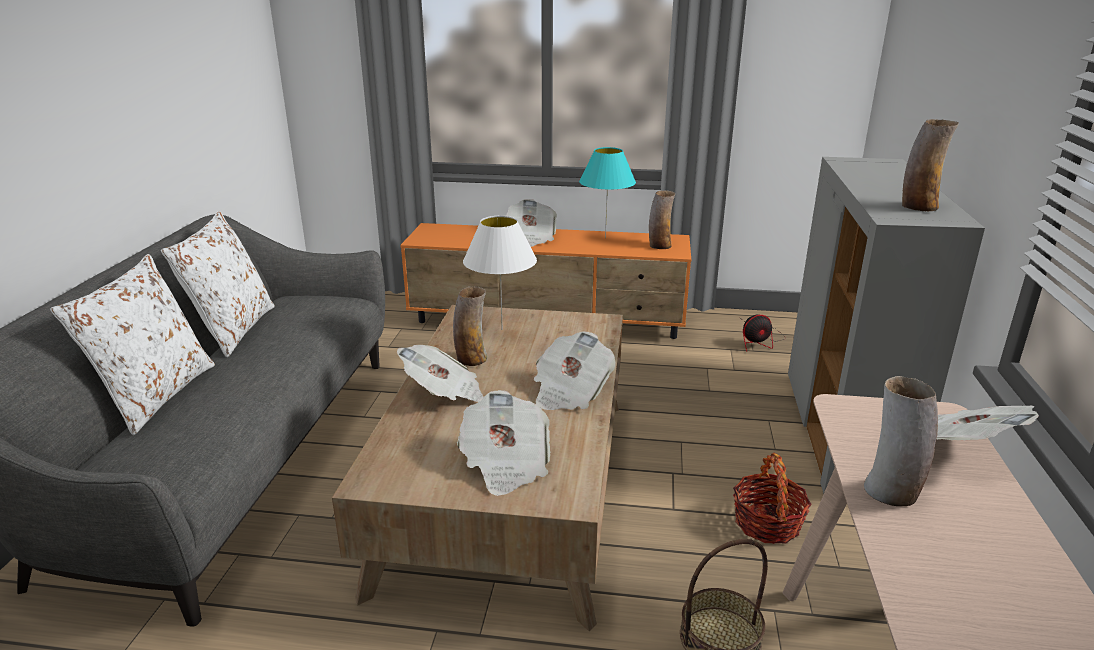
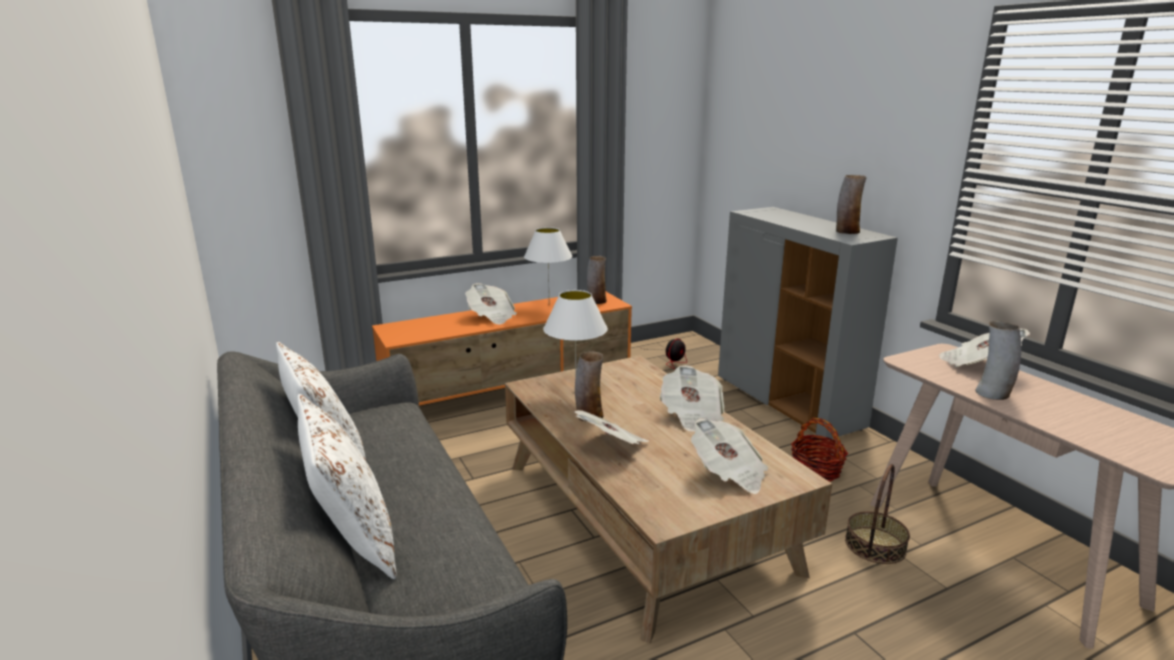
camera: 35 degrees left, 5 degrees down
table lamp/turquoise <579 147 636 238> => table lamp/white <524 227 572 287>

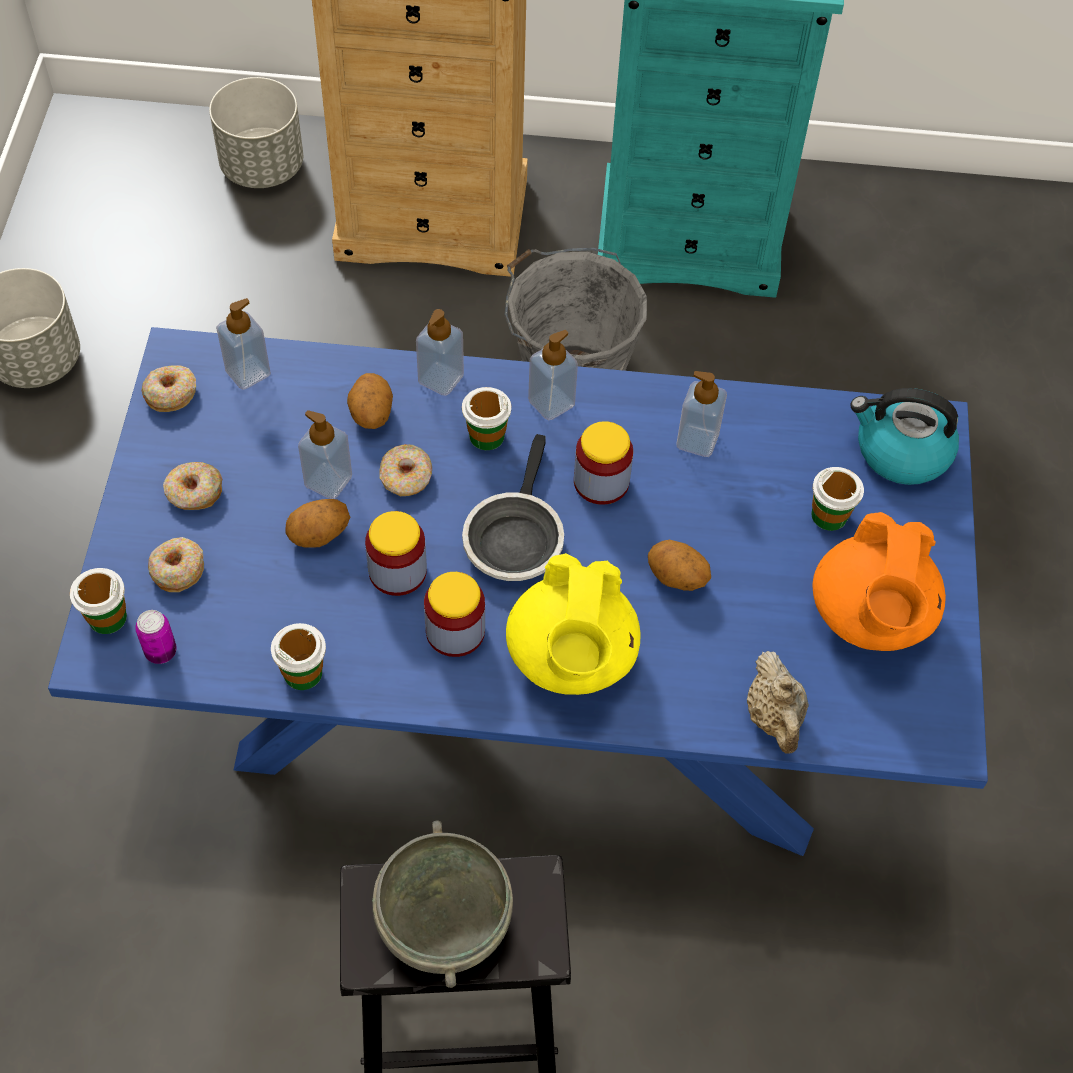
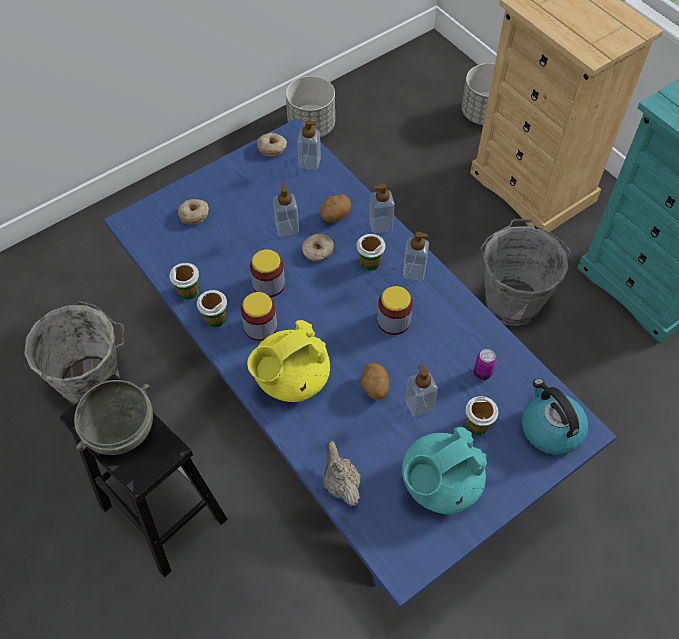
camera: 50 degrees right, 0 degrees up
nothing => bucket/grey <24 301 126 405>
cup <70 568 127 634> => cup <197 290 227 328>, move
teapot/beige <747 651 809 754> => teapot/beige <323 441 361 507>, 120 degrees clockwise
teapot/orange <813 512 946 651> => teapot/turquoise <402 427 487 514>
soap dispenser <676 371 727 457> => soap dispenser <405 364 438 417>, move
can <135 610 177 664> => can <474 349 496 380>, move
donut <163 462 222 510> => nothing
potato <285 499 350 548> => nothing
frying pan <462 434 564 581> => nothing

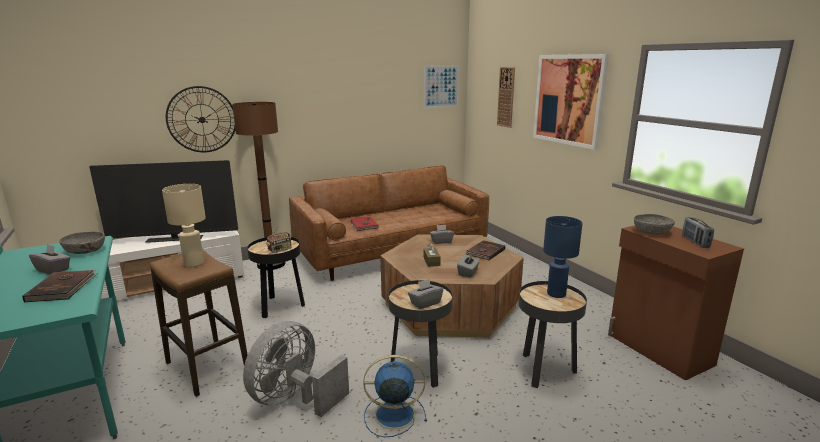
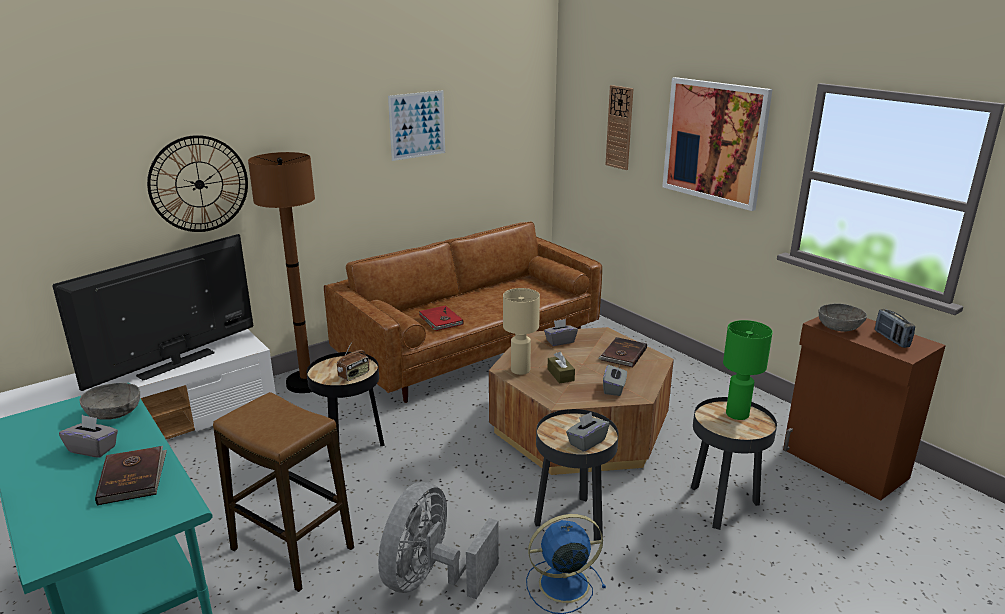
camera: 10 degrees left, 5 degrees up
television <89 160 238 243> => television <52 234 253 391>, 150 degrees clockwise
picture <424 65 459 108> => picture <388 90 445 161>, move
table lamp/beige <162 184 206 267> => table lamp/beige <503 288 540 375>, move
table lamp/blue <543 216 583 298> => table lamp/green <723 320 773 420>

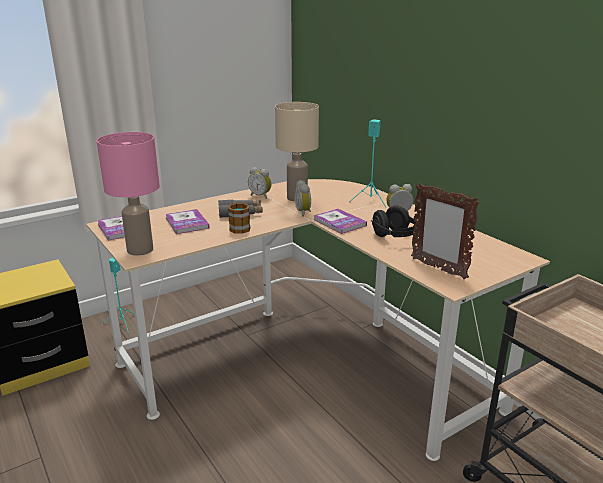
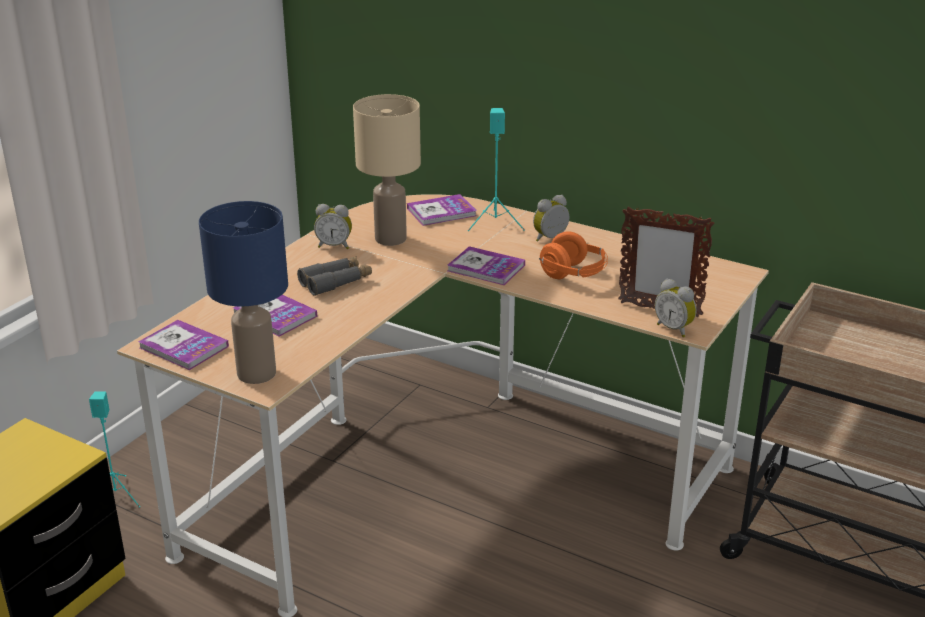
camera: 25 degrees left, 5 degrees up
table lamp/pink <97 132 160 256> => table lamp/blue <199 201 288 384>
nothing => book <407 194 477 226>
headphones/black <371 205 418 237> => headphones/orange <539 231 608 279>
alarm clock <294 180 311 217> => alarm clock <655 279 697 338>, move
mug <228 203 250 234> => nothing

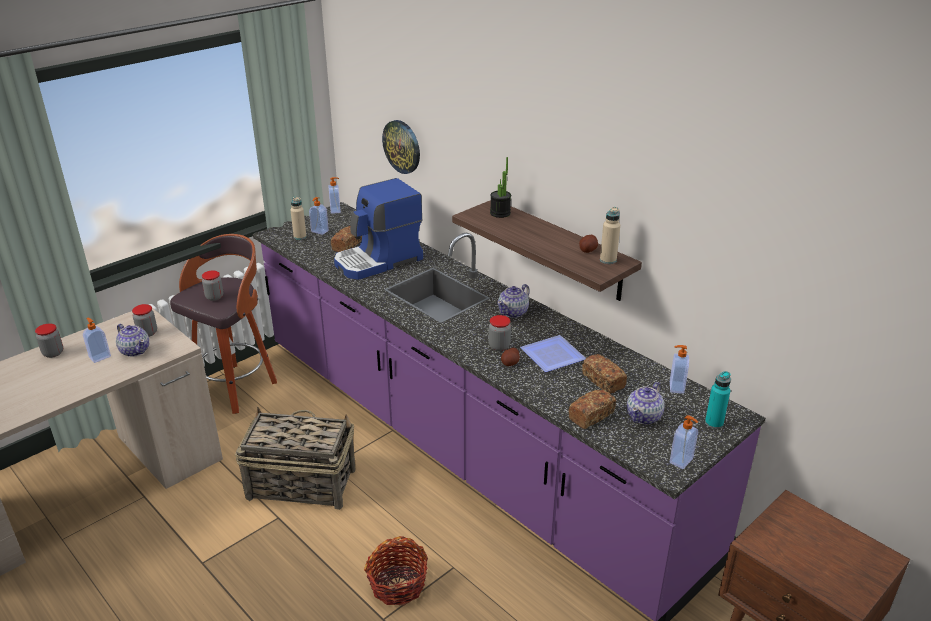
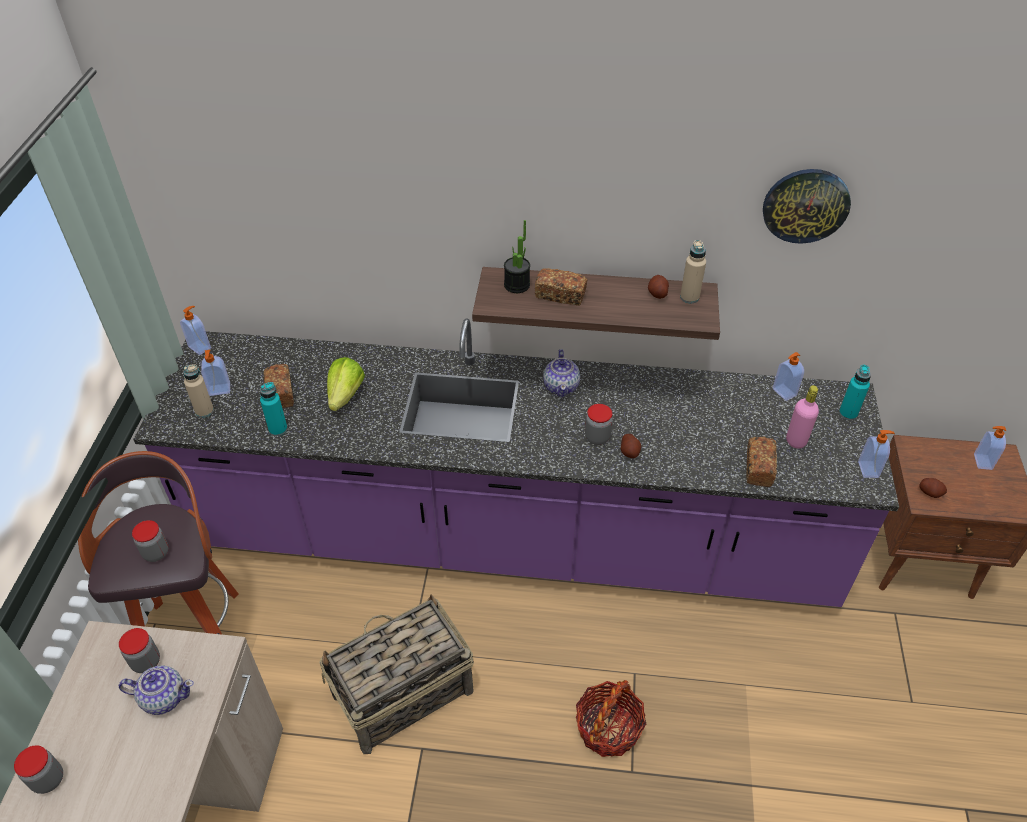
camera: 40 degrees left, 15 degrees up
nothing => bottle/turquoise <260 382 288 436>
coffee machine <334 178 423 280> => lettuce <327 357 365 411>
bread <582 354 627 394> => bread <535 268 587 306>, move
wall clock <382 120 420 174> => wall clock <763 169 851 244>, move
teapot <627 382 664 425> => bottle/pink <786 385 819 449>
nothing => potato <919 478 947 498>
soap dispenser <83 318 111 363> => soap dispenser <974 426 1006 470>, move
plate <520 335 585 372> => nothing

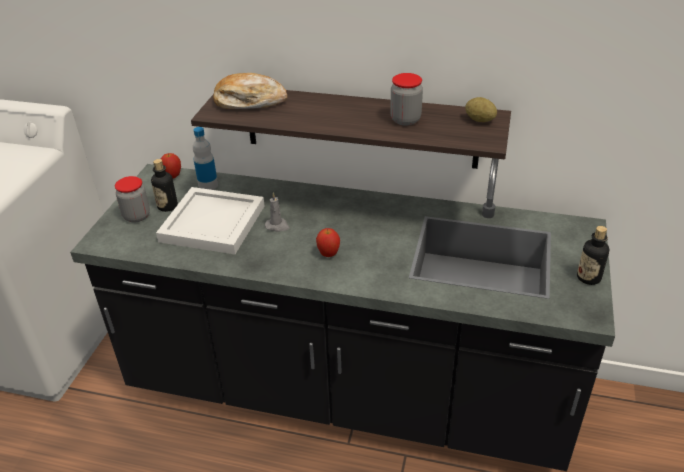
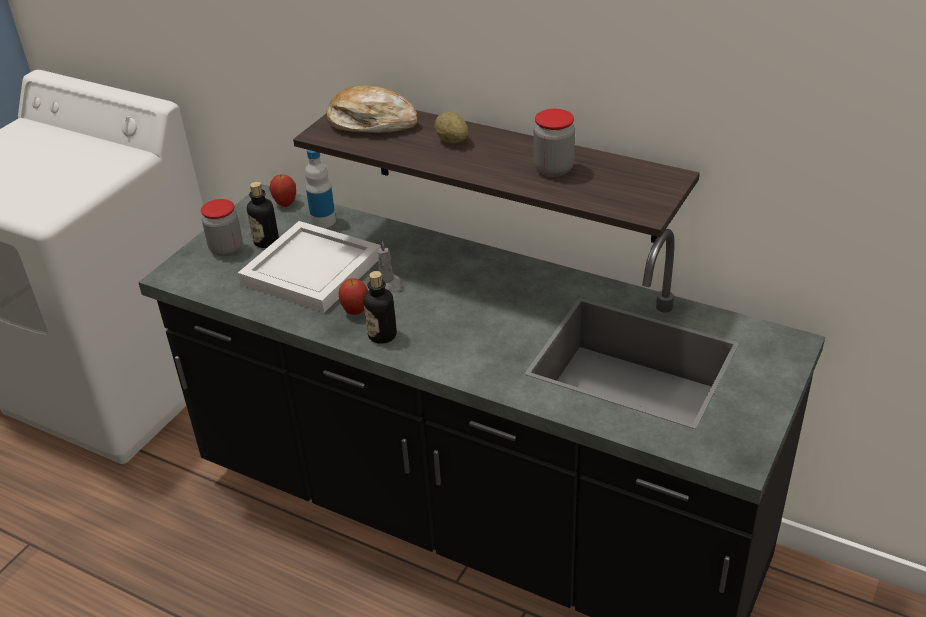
camera: 15 degrees right, 0 degrees up
apple <316 228 340 257> => apple <338 278 368 315>, move
bottle <577 226 610 285> => bottle <363 271 397 344>, move
potato <465 97 497 122> => potato <435 112 468 143>, move

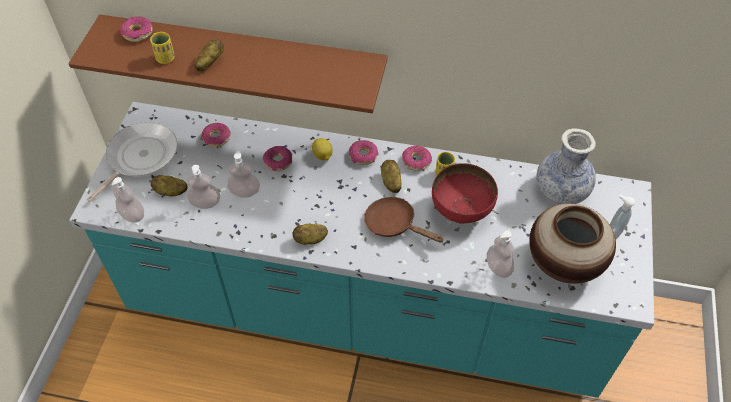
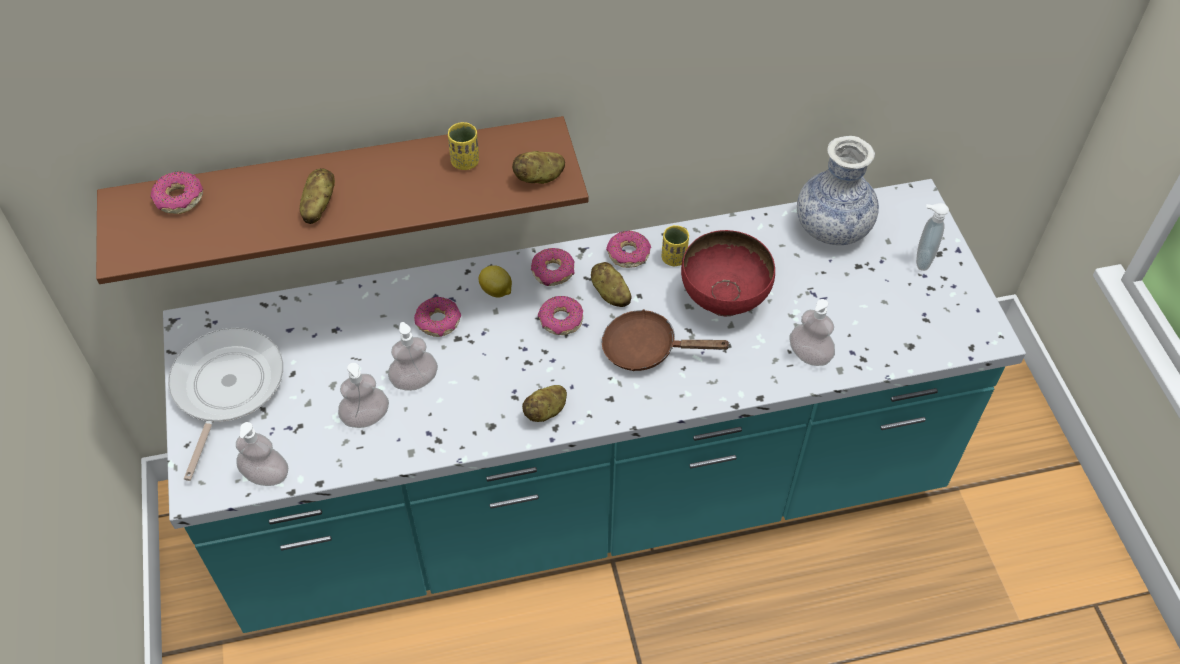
camera: 25 degrees left, 0 degrees up
cup/yellow <150 32 175 64> => cup/yellow <448 122 479 170>, move
potato <151 175 188 196> => potato <512 151 565 184>, move
donut <201 123 231 147> => donut <538 296 583 335>, move
vase <529 203 616 284> => nothing

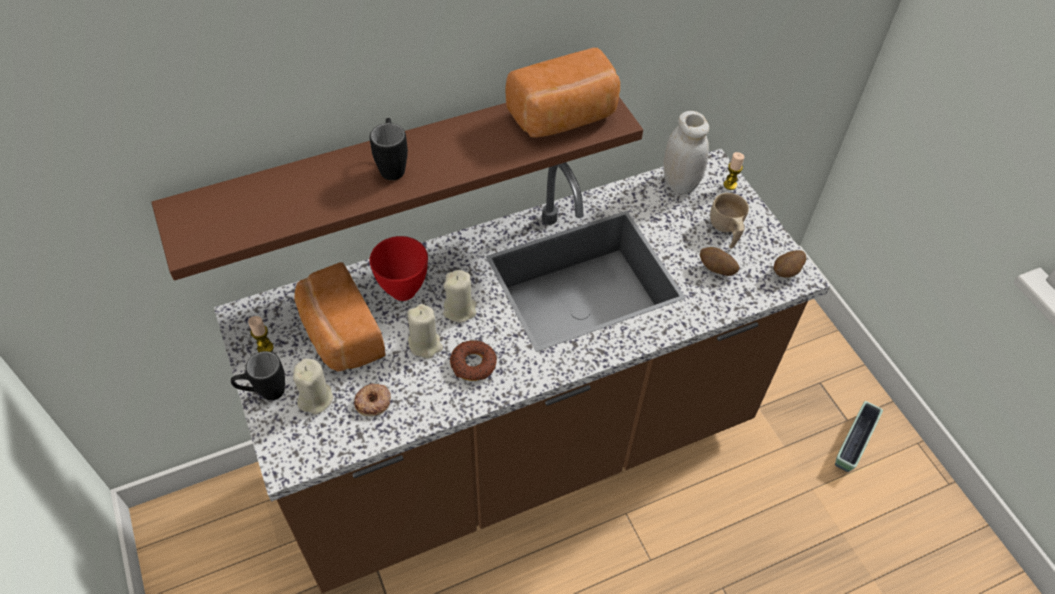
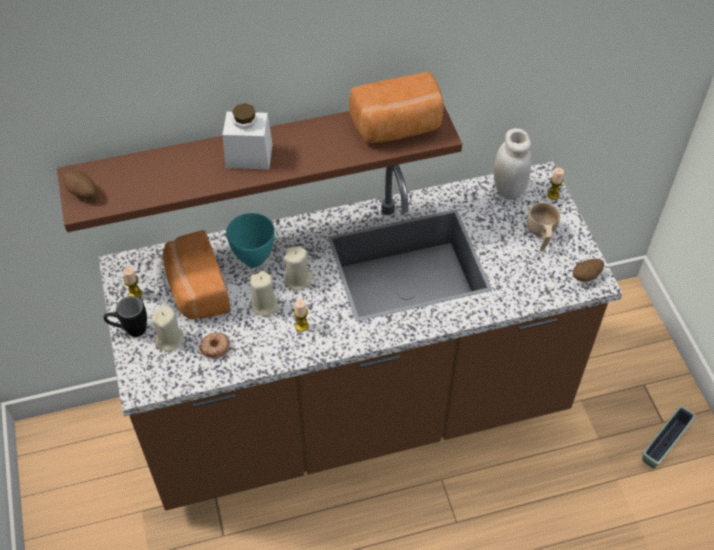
camera: 10 degrees right, 0 degrees up
potato <700 247 739 276> => potato <64 170 97 200>, move
mug/black <370 118 408 180> => jar/white <223 103 273 169>
bowl/red <370 236 428 301> => bowl/turquoise <226 213 275 268>
donut <450 340 497 381> => candle <294 299 309 332>

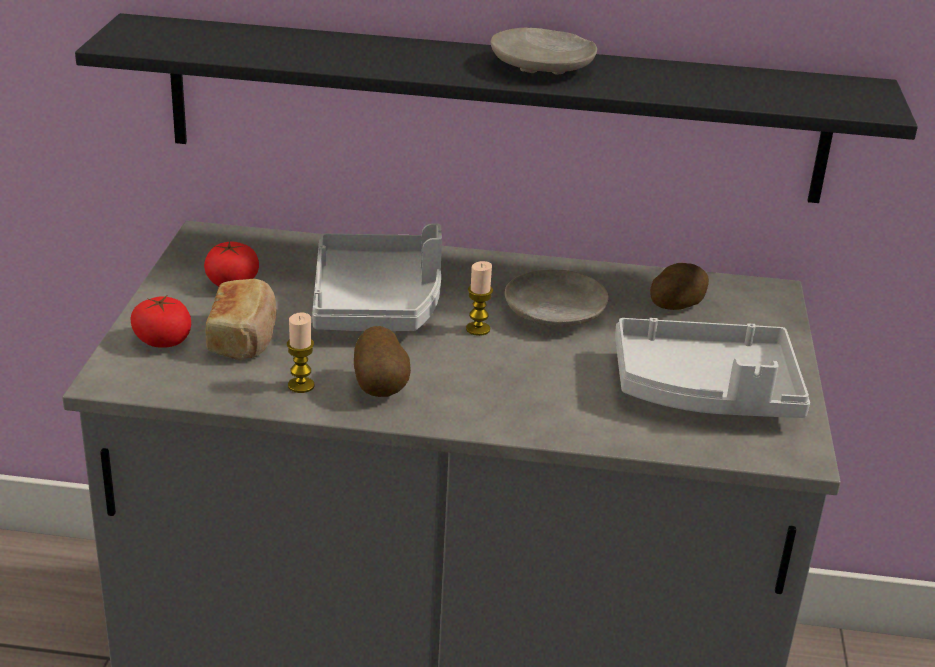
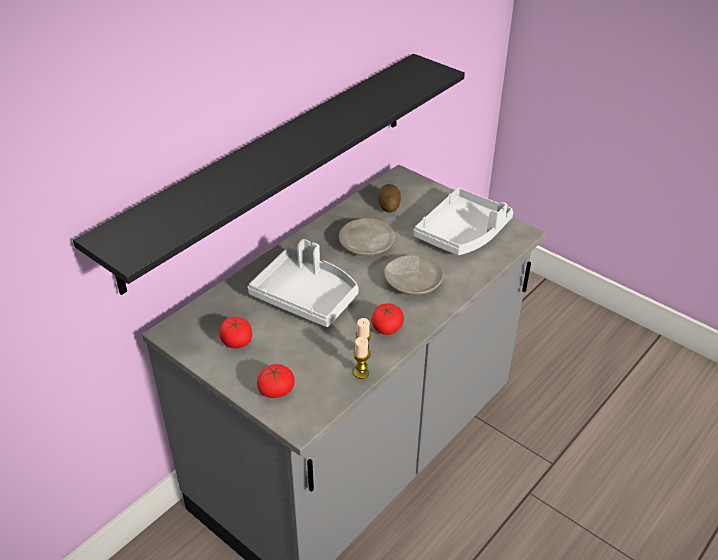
camera: 55 degrees left, 10 degrees up
candle <466 261 493 336> => candle <354 337 369 379>, move
potato <354 326 411 397> => tomato <371 303 404 335>
plate/beige <491 28 597 75> => plate/beige <384 255 443 295>, move
bread <205 279 277 360> => nothing

